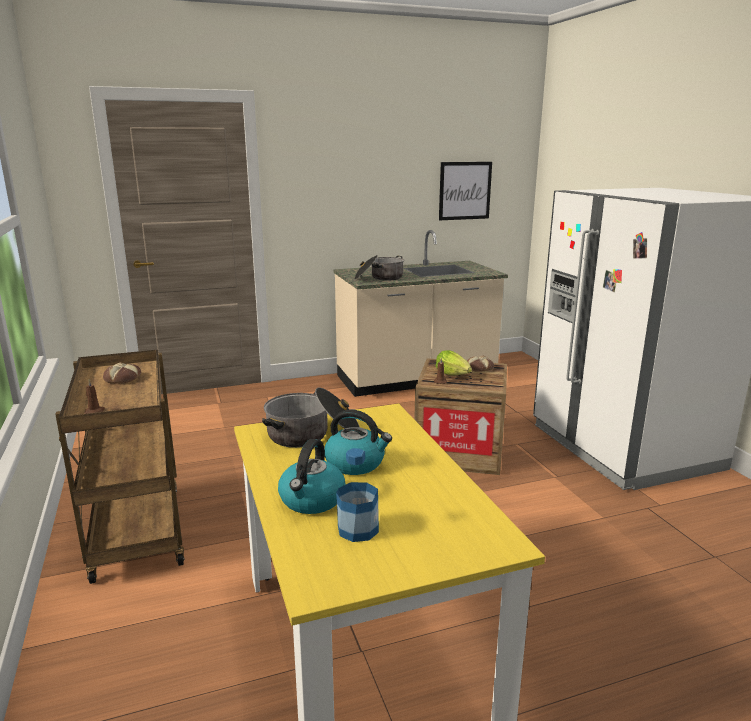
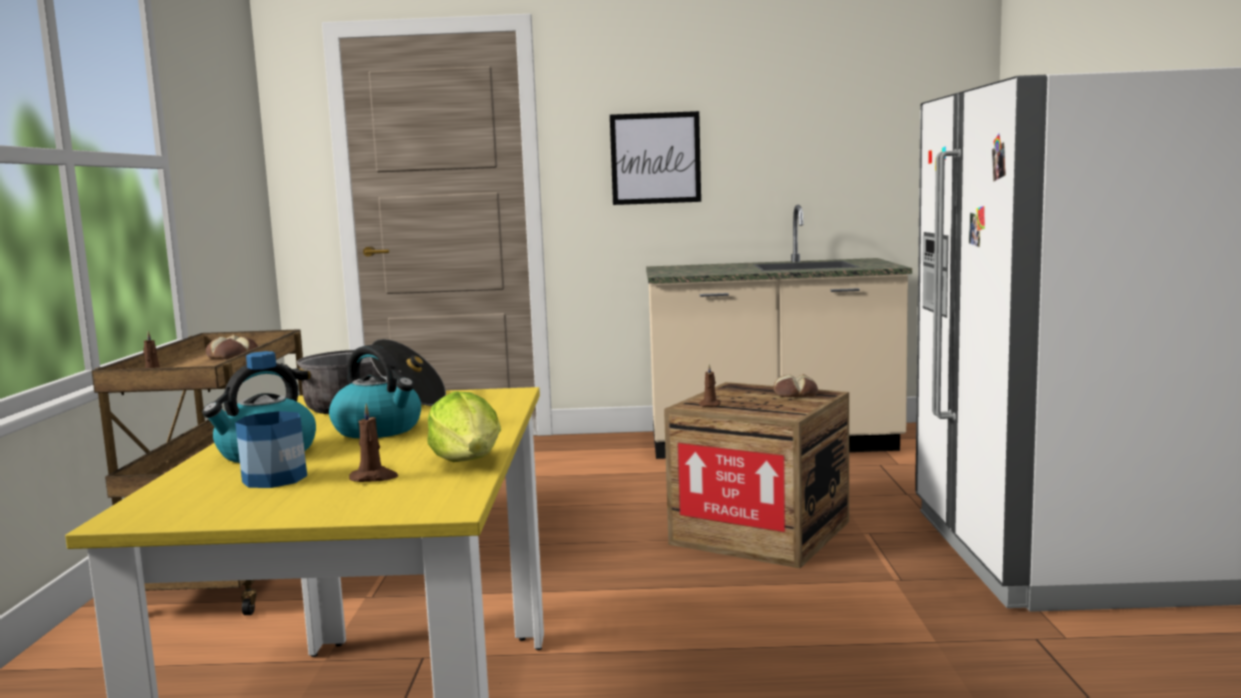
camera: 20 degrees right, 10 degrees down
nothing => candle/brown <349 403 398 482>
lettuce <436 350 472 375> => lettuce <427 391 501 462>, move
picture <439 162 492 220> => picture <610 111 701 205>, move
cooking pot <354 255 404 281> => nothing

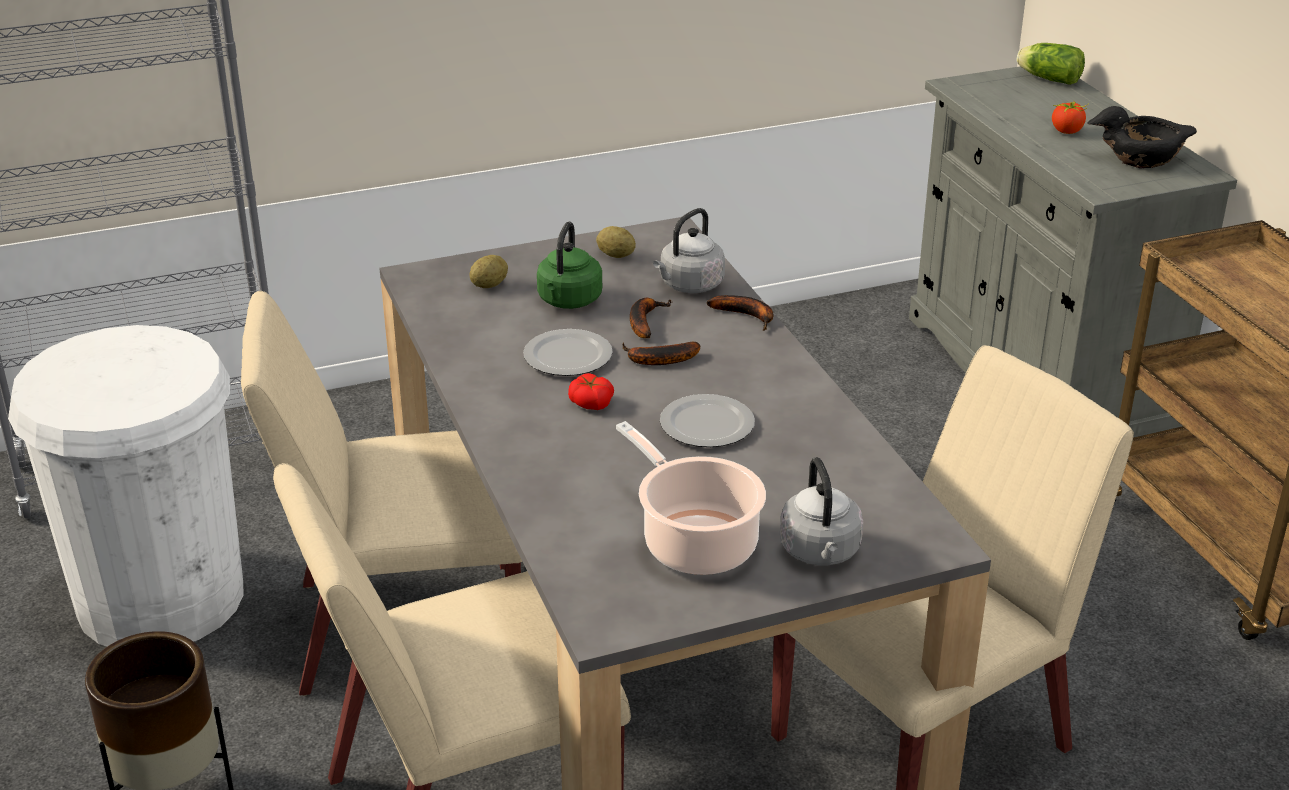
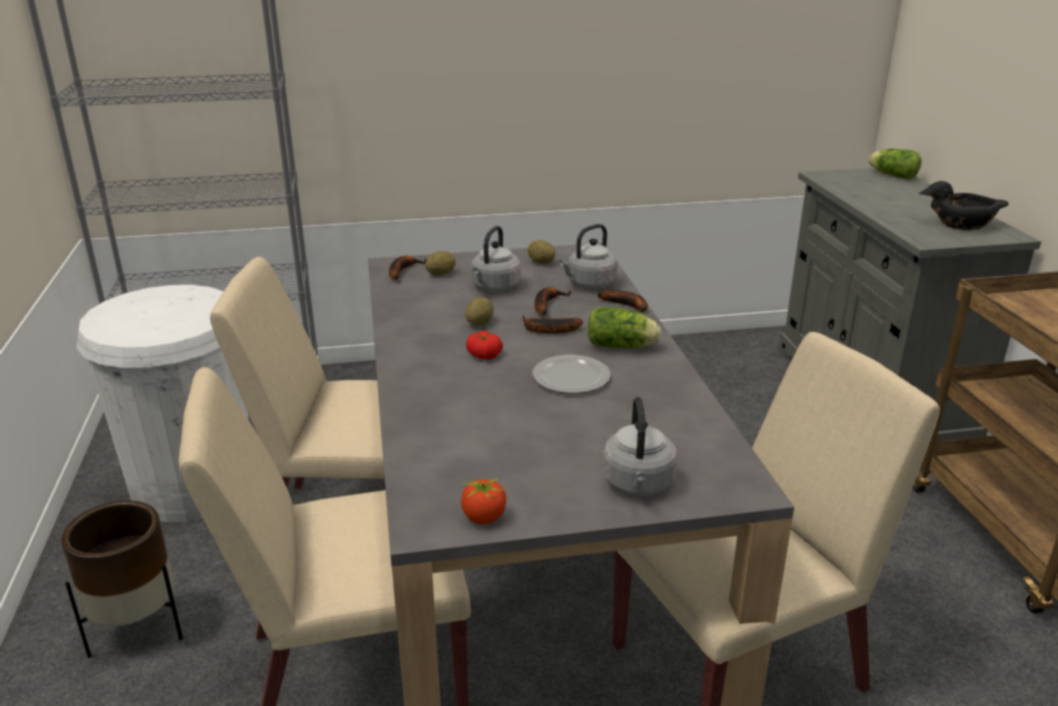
camera: 10 degrees right, 5 degrees down
nothing => banana <389 256 426 280>
tomato <1052 101 1088 134> => tomato <461 476 508 524>, move
plate <523 329 613 376> => potato <466 297 494 325>
kettle/green <537 221 602 309> => kettle/grey <471 226 521 292>
nothing => lettuce <588 307 661 348>
cooking pot <616 421 766 575> => nothing

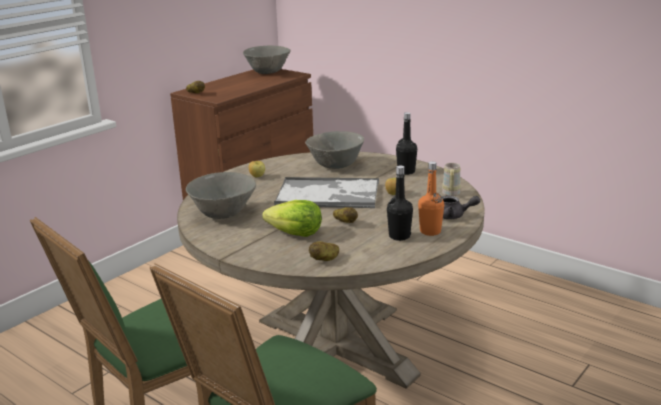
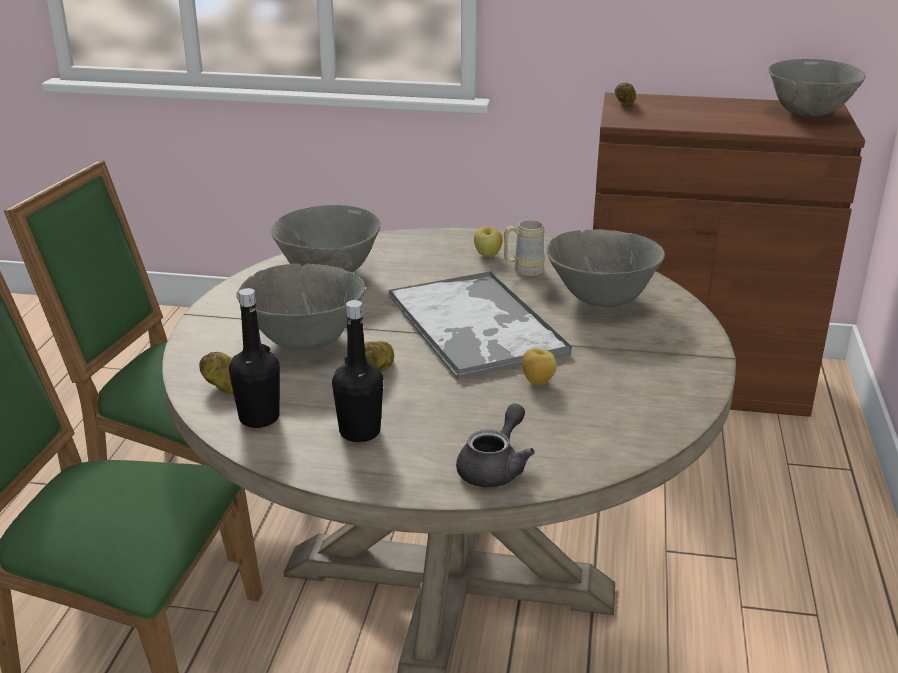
camera: 60 degrees right, 5 degrees up
bottle/black <396 112 417 175> => bottle/black <229 288 280 428>, move
lettuce <262 200 322 237> => bowl/grey <236 264 365 350>
teapot/grey <442 195 480 219> => teapot/grey <456 403 535 487>, 135 degrees counterclockwise
mug/beige <442 163 461 196> => mug/beige <504 220 545 276>, move
bottle/orange <418 161 444 236> => nothing

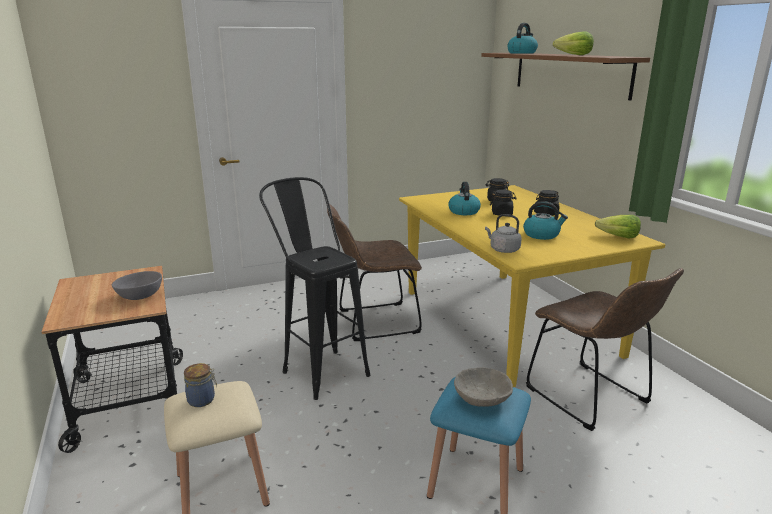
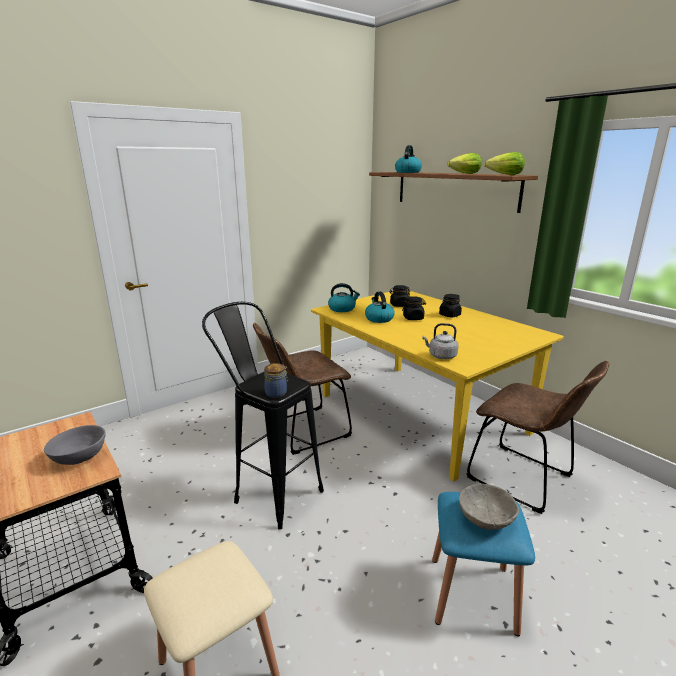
camera: 15 degrees left, 0 degrees up
jar <184 363 217 407> => jar <264 363 288 398>, move
kettle <523 201 568 240> => kettle <328 283 360 312>, move
lettuce <595 215 641 238> => lettuce <484 152 525 175>, move

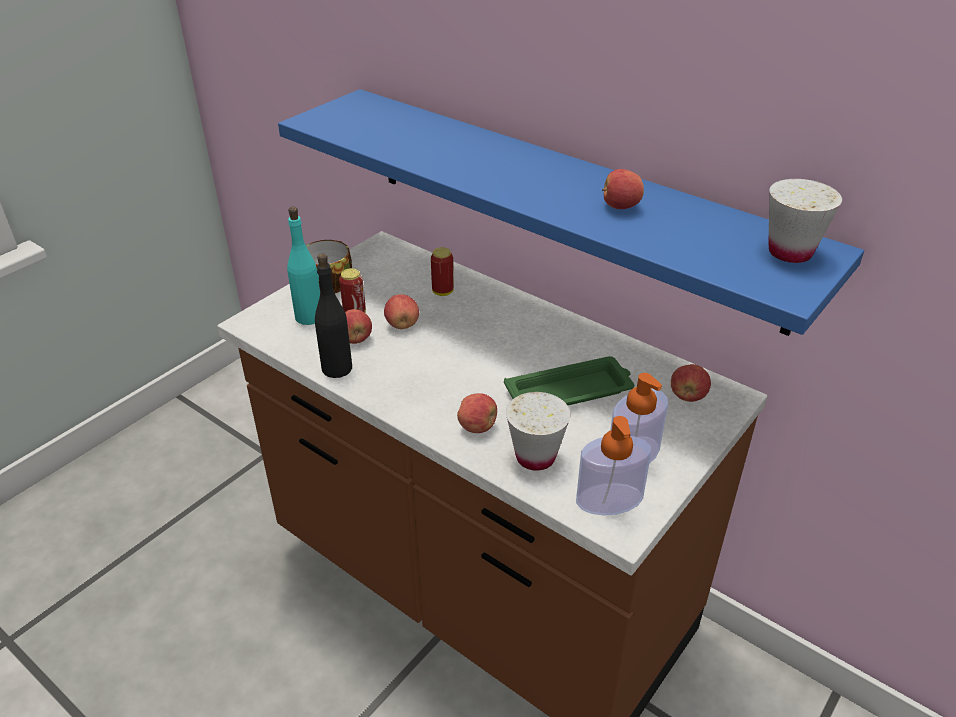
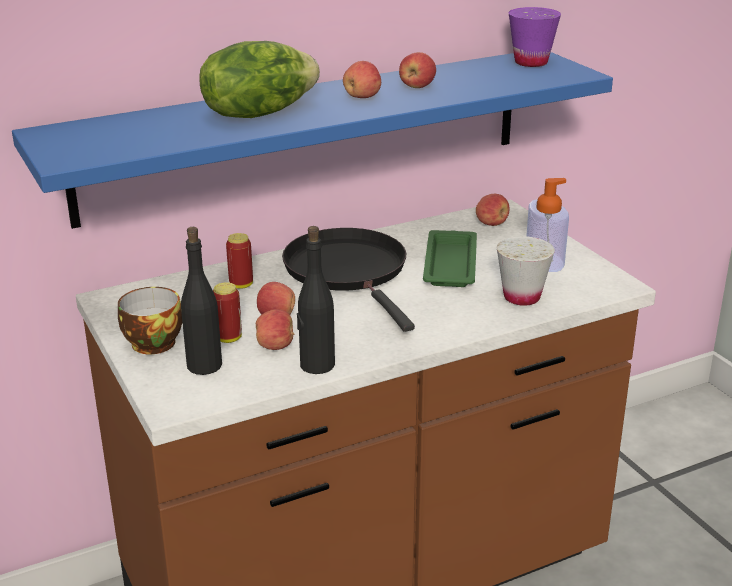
camera: 65 degrees left, 10 degrees down
bottle/turquoise <287 207 320 325> => bottle/black <181 227 222 375>
nothing => lettuce <199 41 320 118>
nothing => frying pan/black <282 228 415 332>
apple <457 393 497 433> => apple <343 61 381 98>, move
cup/white <769 179 842 263> => cup/purple <509 7 561 67>
soap dispenser <576 416 651 515> => nothing

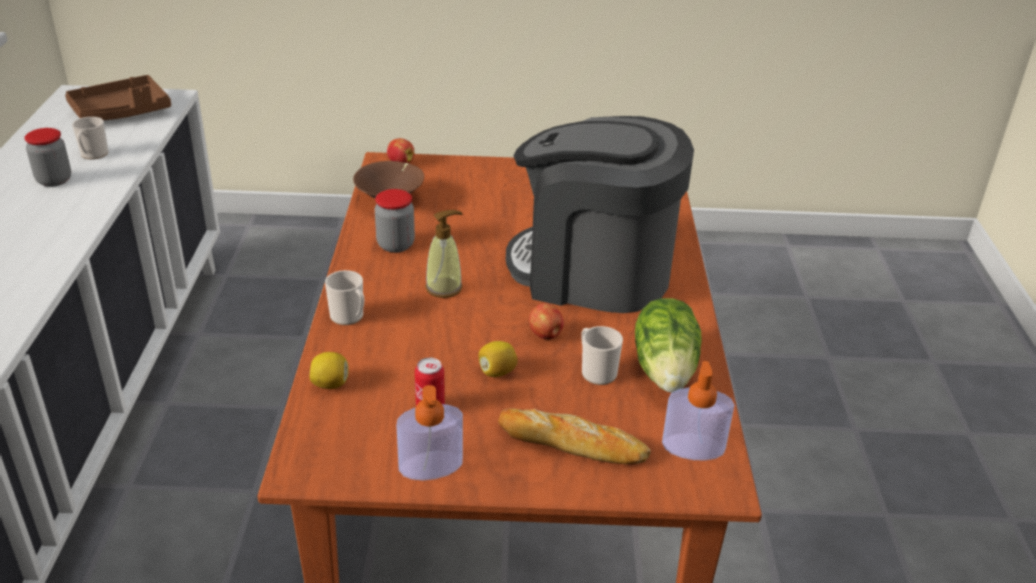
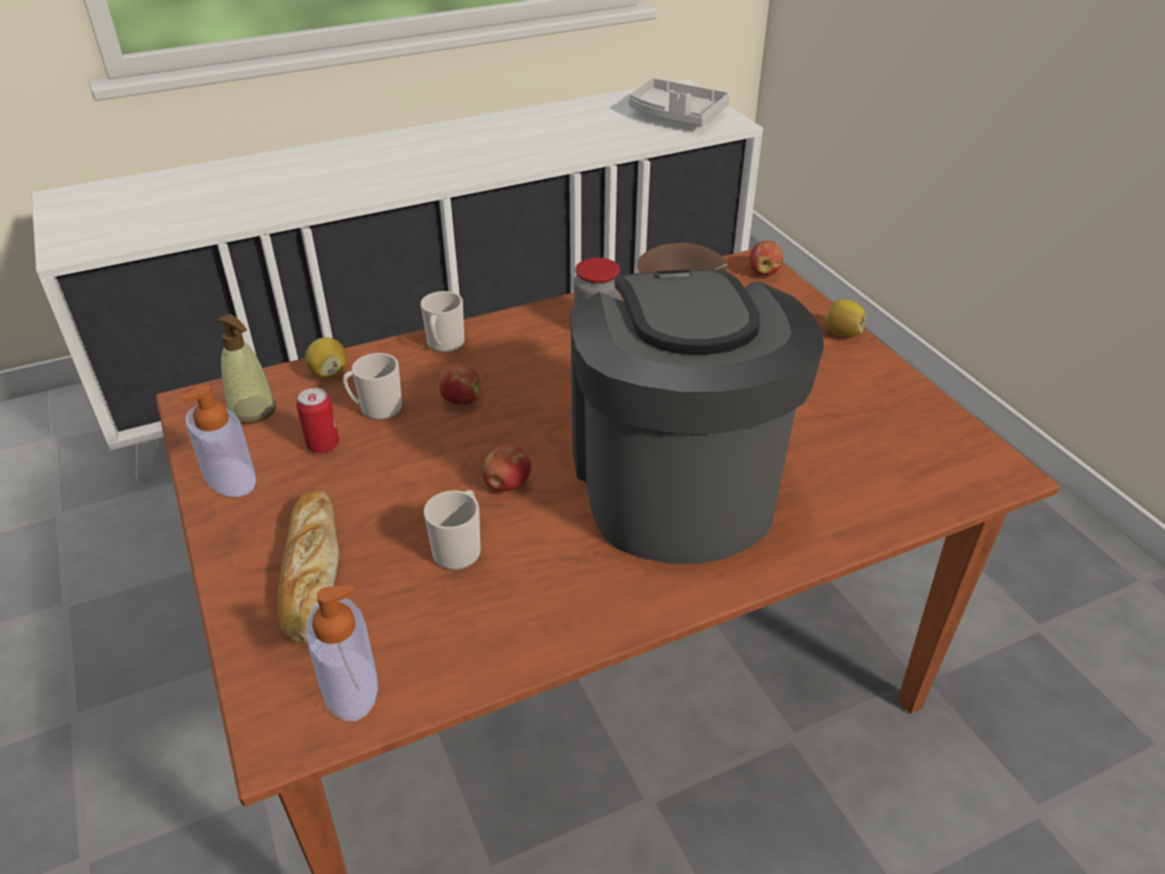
camera: 65 degrees right, 5 degrees up
soap dispenser <425 210 463 298> => soap dispenser <215 314 276 424>, move
mug <72 117 108 160> => mug <343 353 402 420>, move
nothing => apple <439 364 481 405>
tray/brown <65 75 171 120> => tray/grey <629 78 730 127>
lemon <478 341 518 377> => lemon <825 299 866 337>, move
jar <25 128 71 187> => nothing
lettuce <635 298 702 393> => nothing

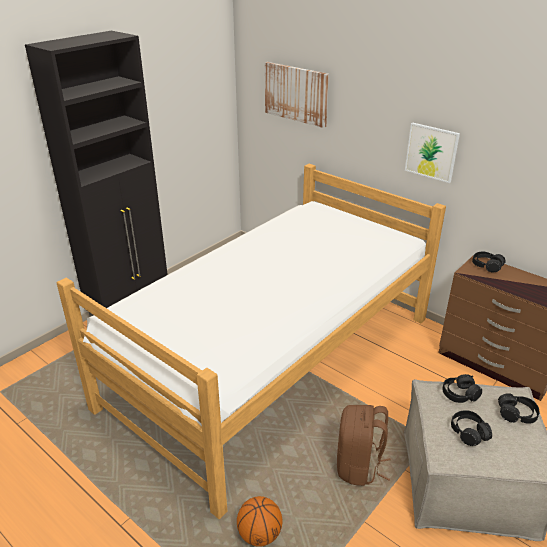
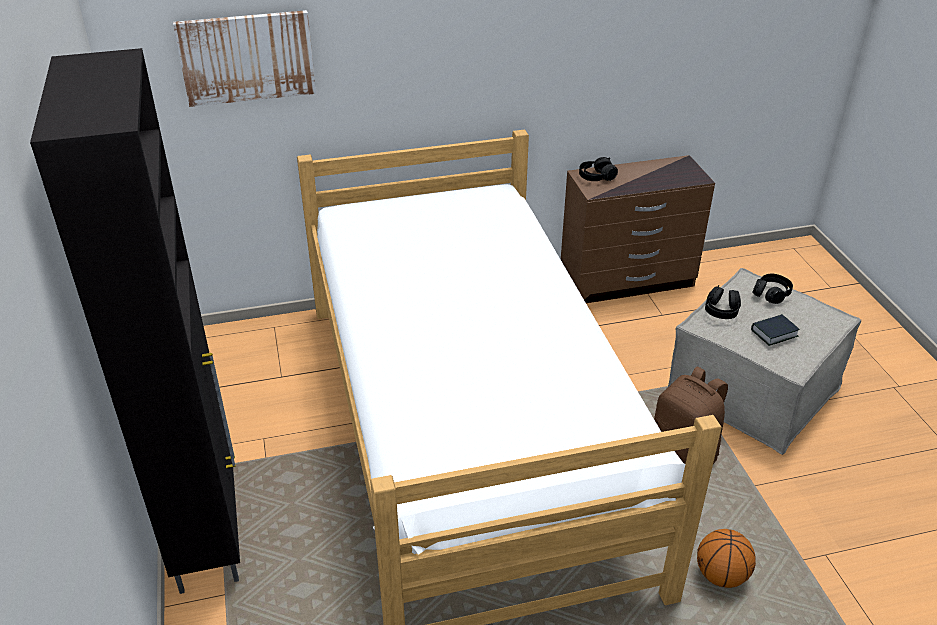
camera: 55 degrees left, 5 degrees up
headphones/black <451 410 492 446> => book <751 314 800 346>
picture <405 123 460 183> => nothing

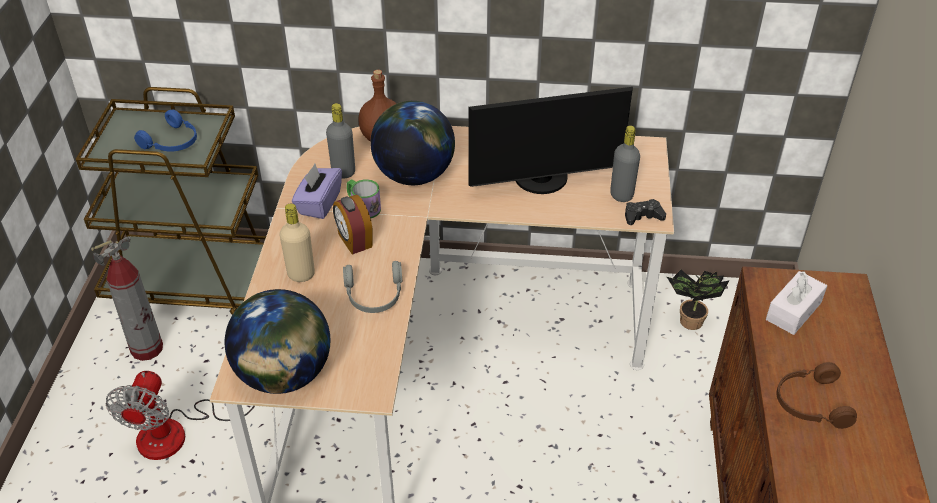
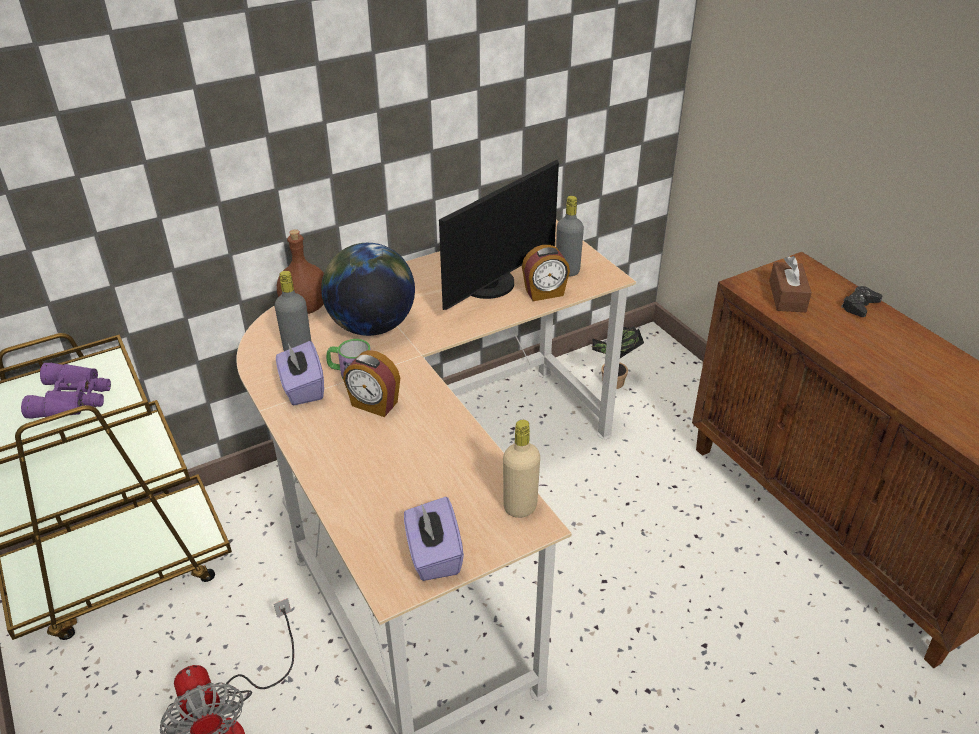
camera: 35 degrees left, 5 degrees down
headphones/blue <134 109 197 152> => binoculars/purple <21 363 111 419>
globe <225 289 331 394> => tissue box/purple <404 497 464 581>
bottle/beige <279 204 315 282> => bottle/beige <503 420 540 518>, move
nothing => alarm clock <522 245 570 301>
tissue box/white <766 271 827 335> => tissue box/brown <769 256 812 312>
game controller/black <625 199 666 225> => game controller/black <841 286 883 317>, move
fire extinguisher <91 236 163 361> => nothing
headphones/grey <343 261 402 313> => nothing
headphones/brown <777 362 857 429> => nothing

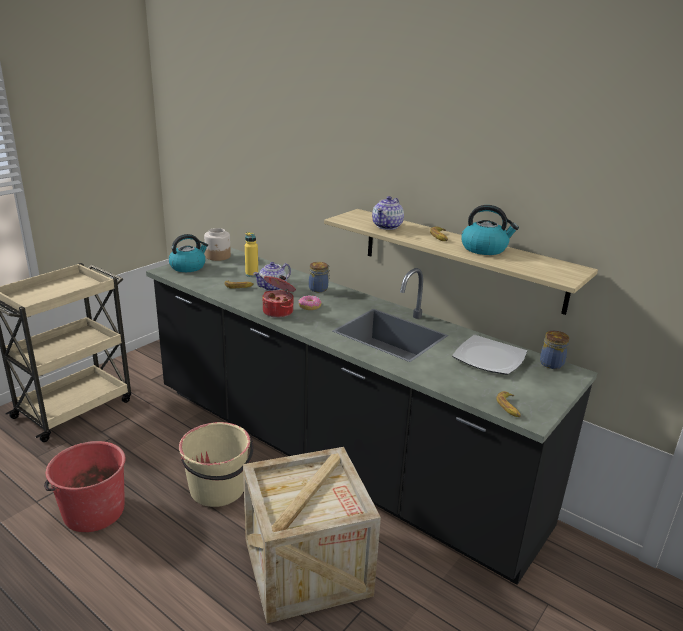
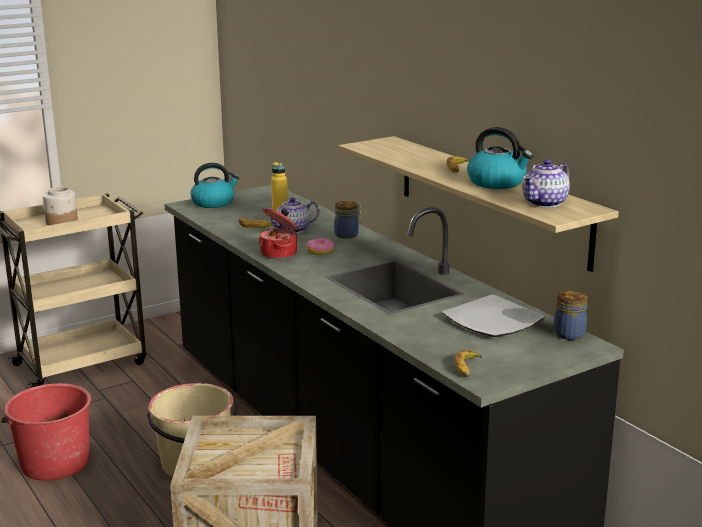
camera: 20 degrees right, 5 degrees down
jar <204 228 231 261> => jar <43 187 78 225>, move
teapot <372 196 404 230> => teapot <522 159 570 208>, move

